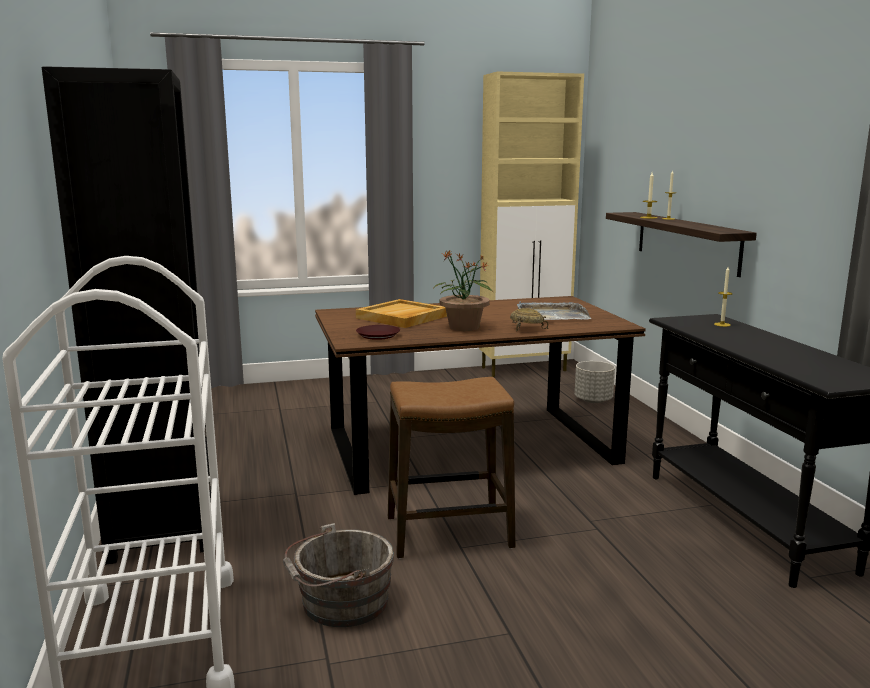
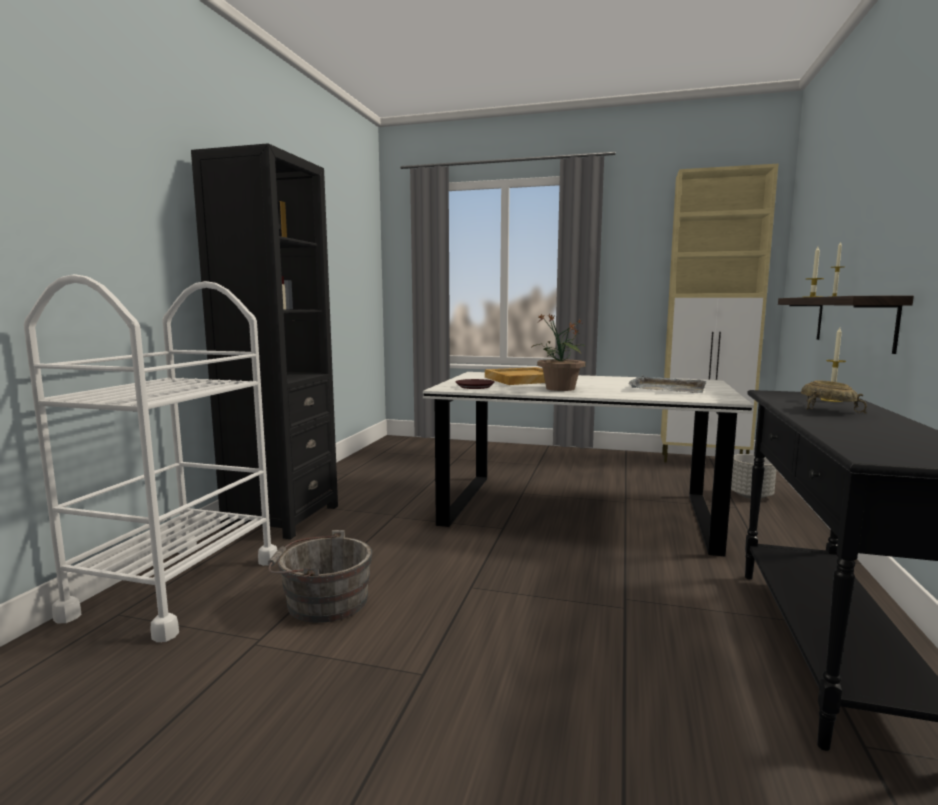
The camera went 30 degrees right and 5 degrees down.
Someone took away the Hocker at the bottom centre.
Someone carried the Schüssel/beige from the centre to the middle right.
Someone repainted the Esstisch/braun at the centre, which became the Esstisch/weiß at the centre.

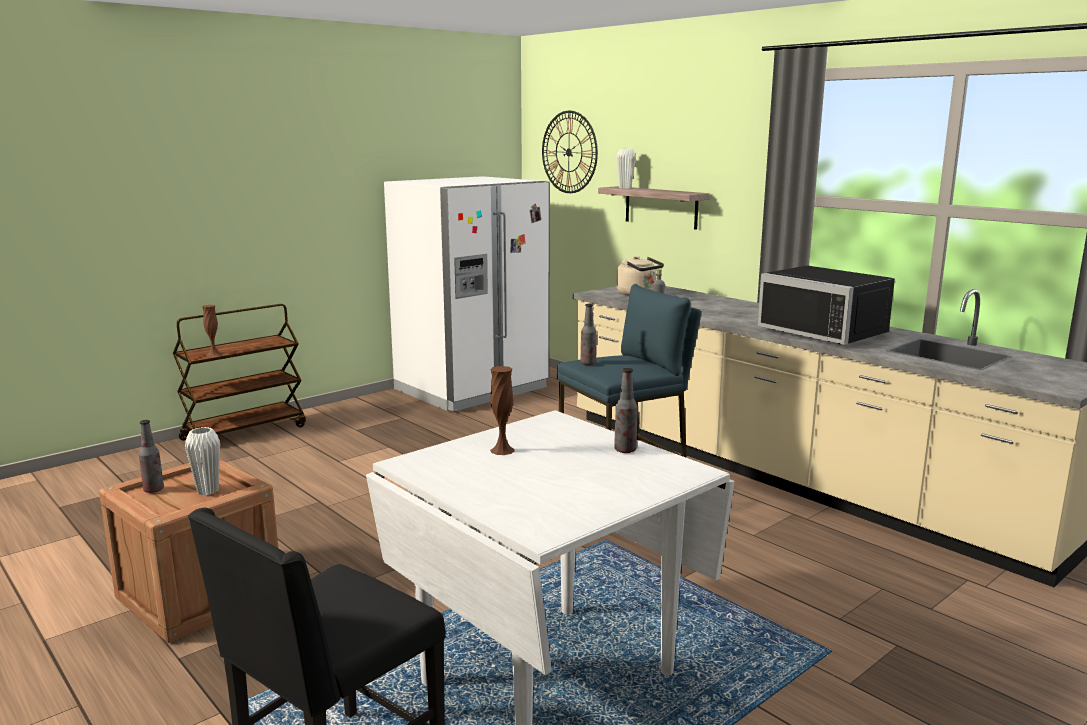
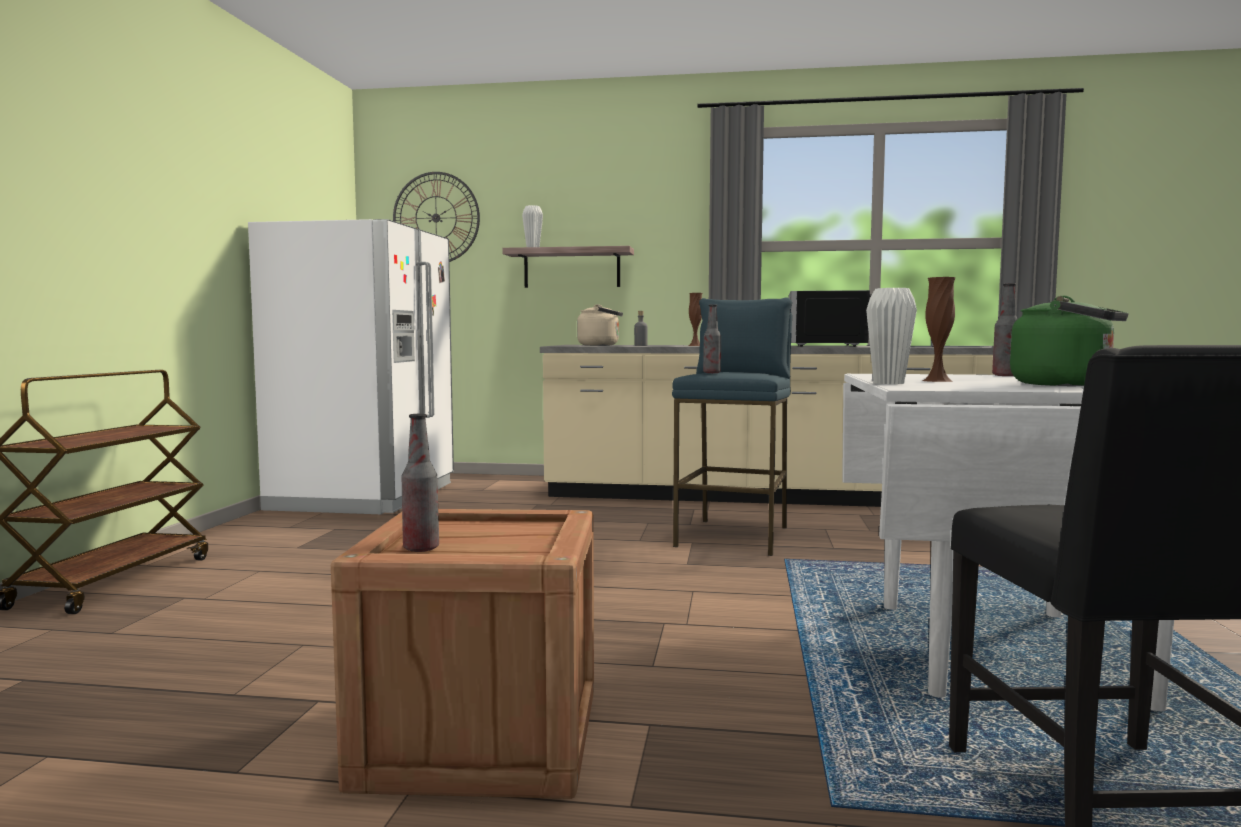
The camera went 40 degrees left and 10 degrees down.
Someone put down the Wasserkessel/grün at the middle right.
Someone carried the Vase/weiß (no. 1 from left in the first image) from the middle left to the middle right.
Someone carried the Vase/braun (no. 1 from left) from the middle left to the centre.
Someone rotated the Mikrowelle/schwarz at the middle right by 90 degrees clockwise.

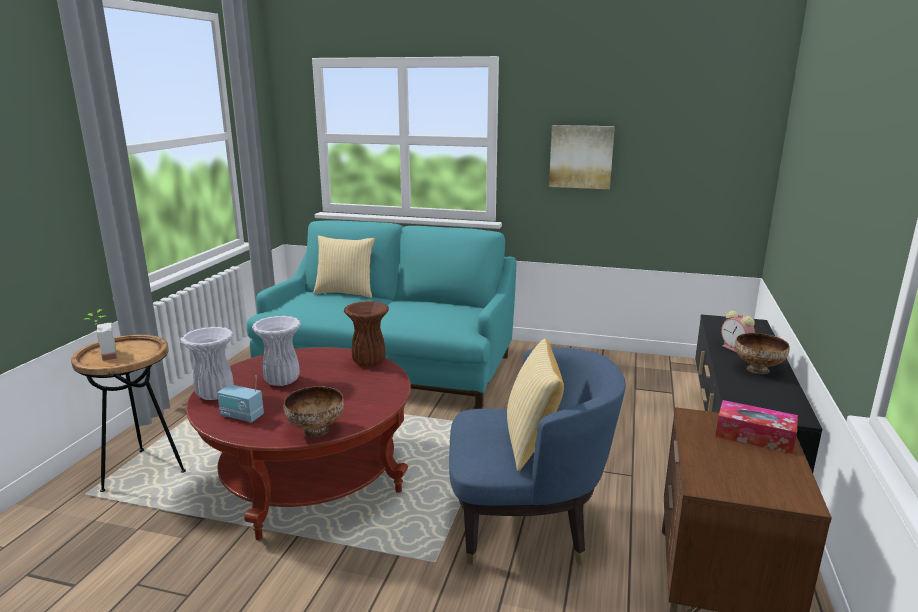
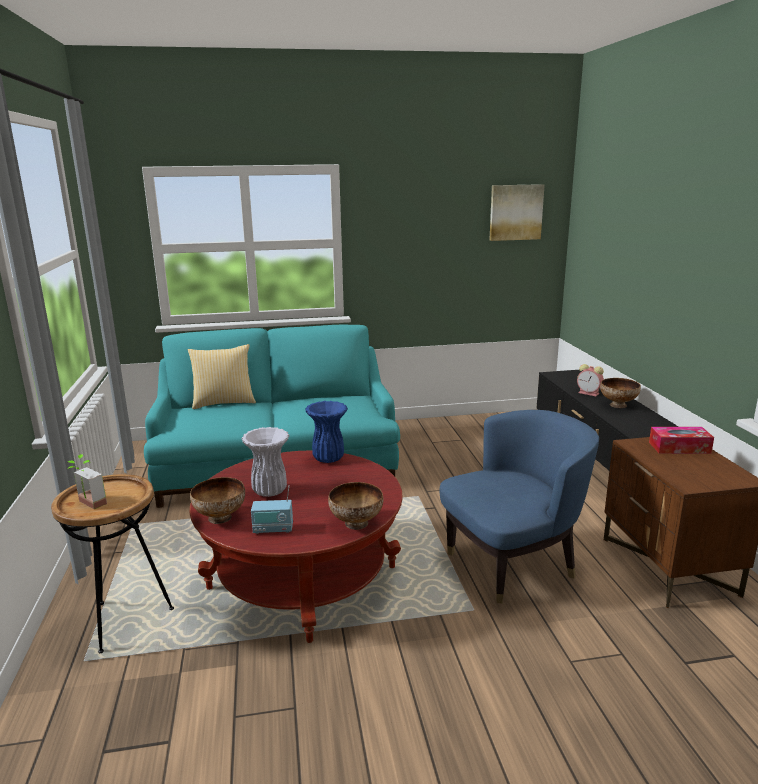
The camera went 25 degrees left and 0 degrees up.
Someone took away the Kissen (no. 2 from left) at the centre.
Someone carried the Bild from the top centre to the top right.
Someone swapped the Vase/weiß (no. 1 from left) at the middle left for the Schüssel (no. 1 from left) at the middle left.
Someone repainted the Vase/braun at the centre, which became the Vase/blau at the centre.

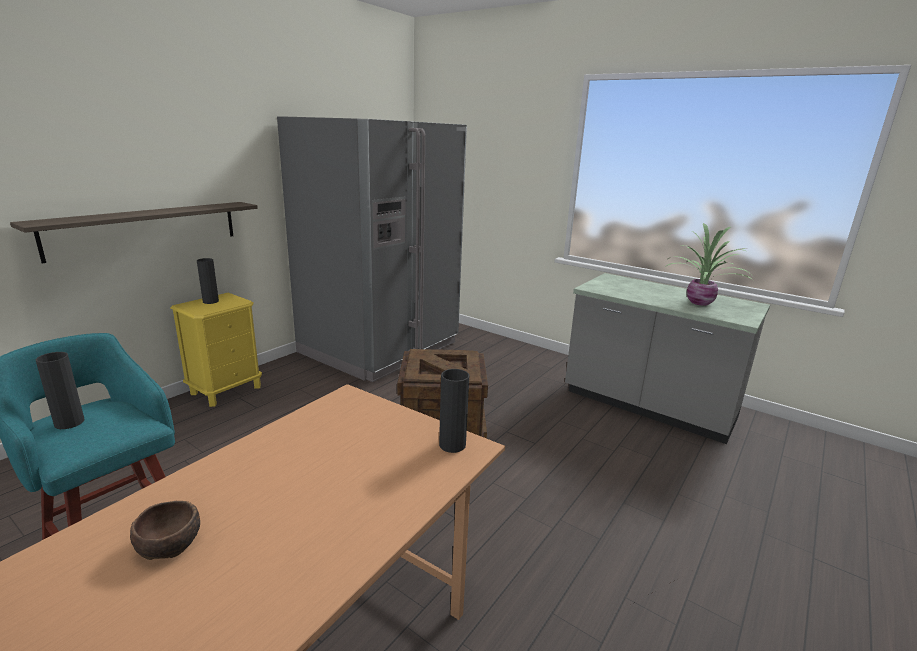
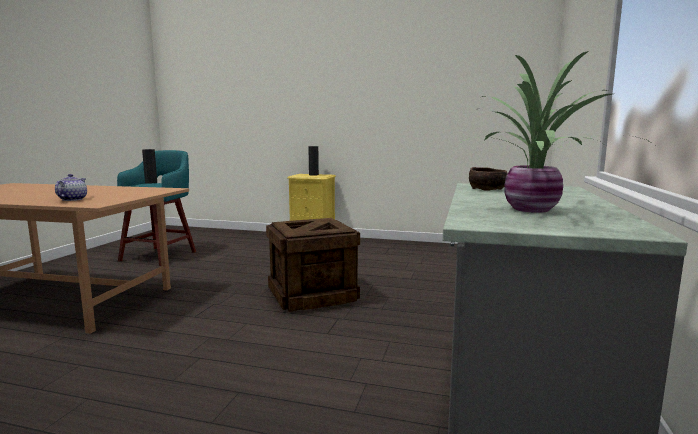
The camera went 70 degrees right and 10 degrees down.
Someone took away the Wandregal at the middle left.
Someone took away the Kühlschrank/grau at the centre.
Someone took away the Vase/schwarz (no. 3 from left) at the centre.
Someone put down the Teekanne at the middle left.
Someone carried the Schüssel/braun from the bottom left to the middle right.

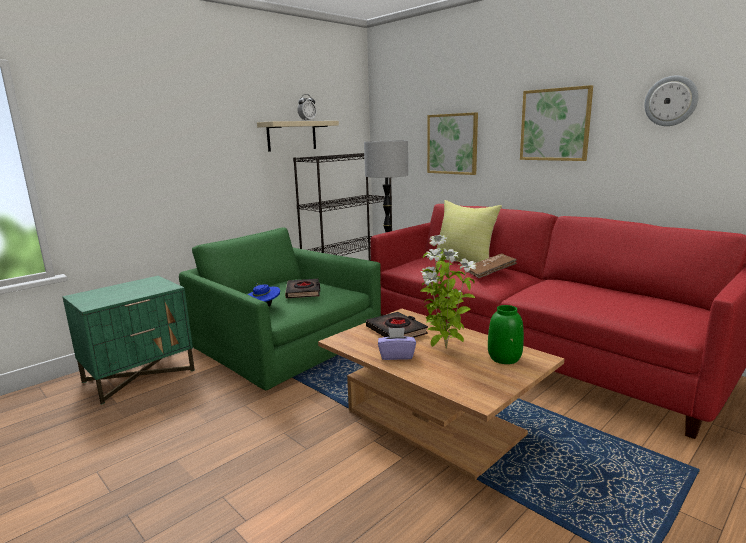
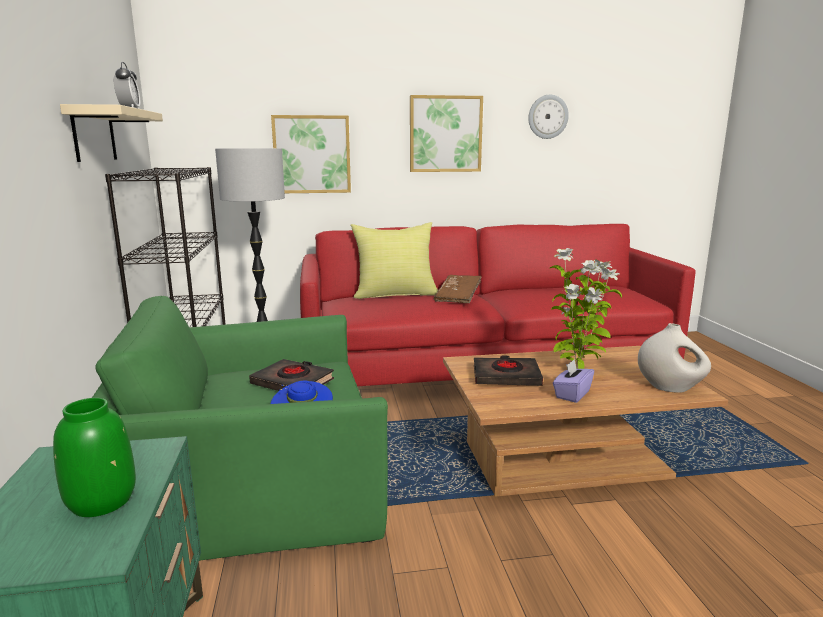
The camera went 55 degrees left and 0 degrees up.
Someone put down the Vase/weiß at the middle right.
Someone carried the Vase/grün from the middle right to the bottom left.

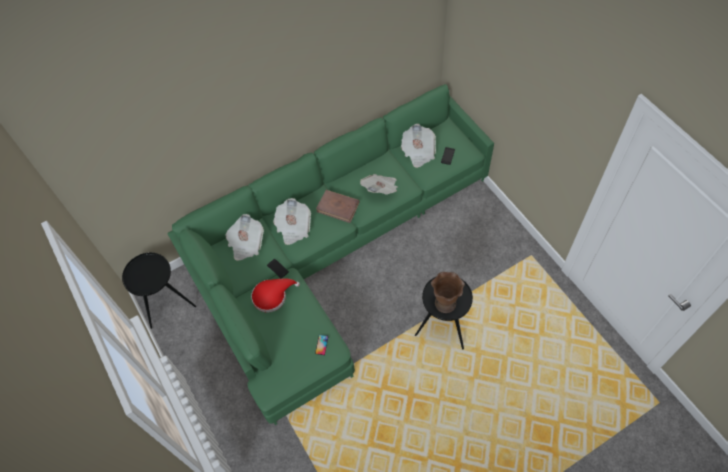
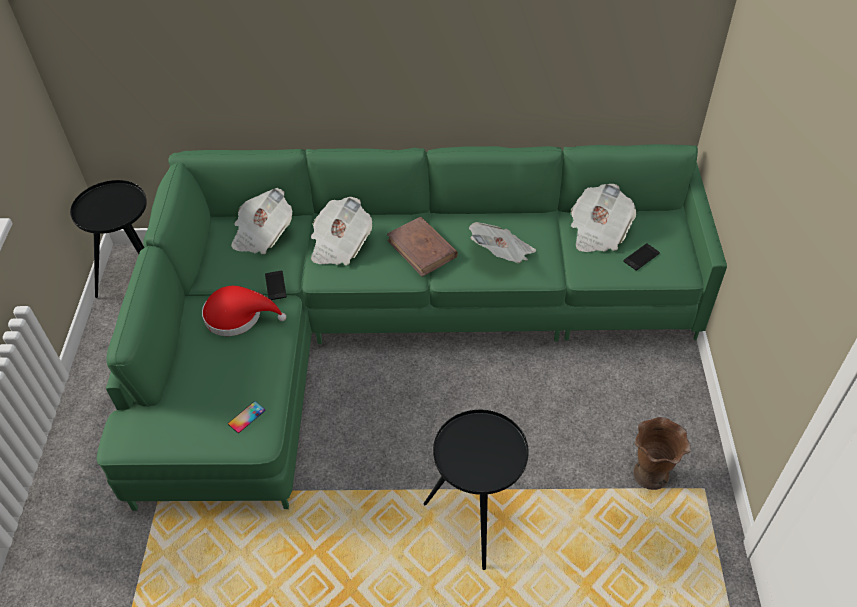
The camera went 30 degrees right and 10 degrees down.
Someone carried the Vase/braun from the centre to the bottom right.

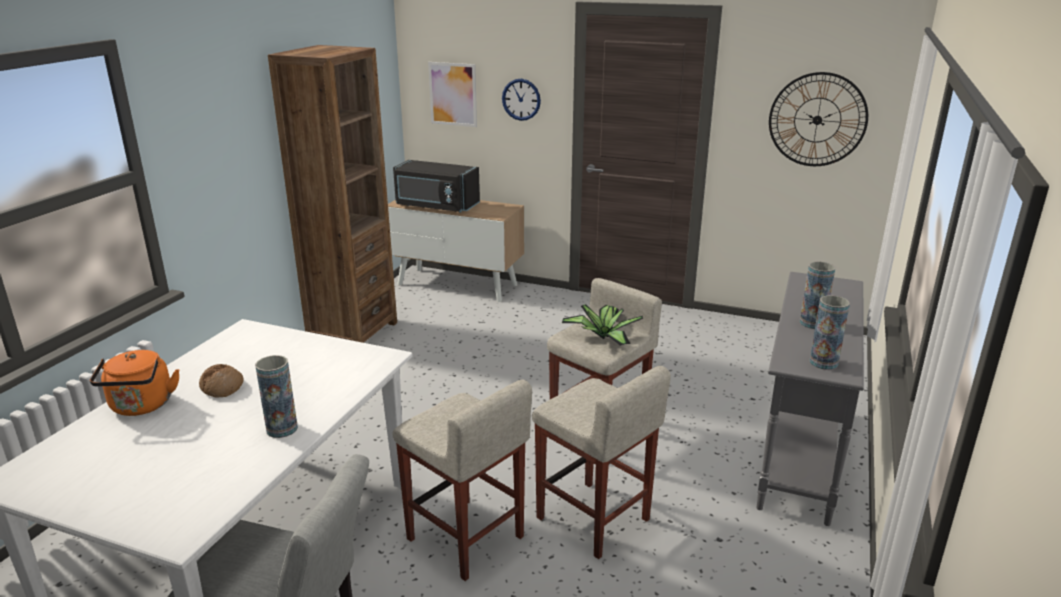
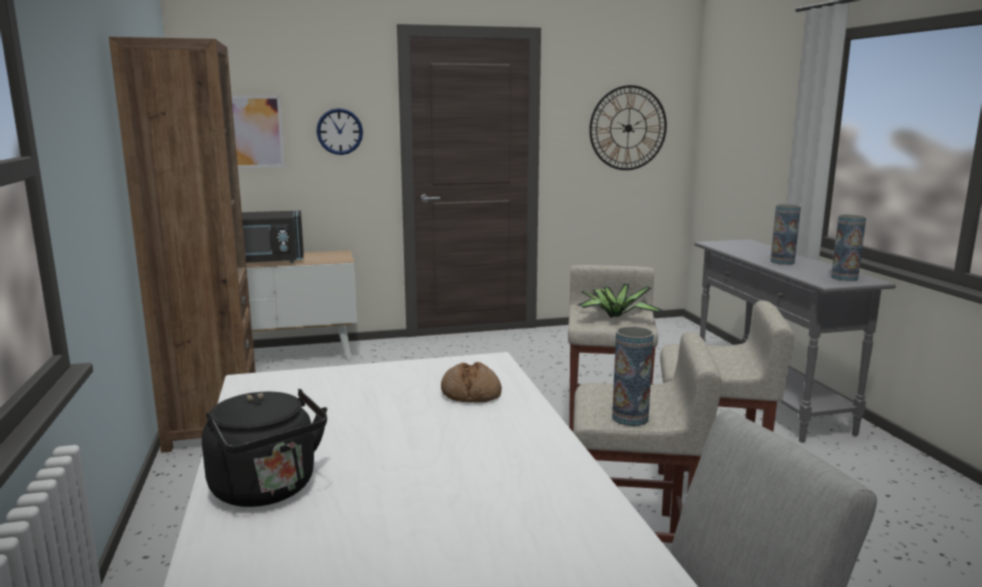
The camera went 35 degrees left and 10 degrees down.
Someone carried the Brot from the middle left to the centre.
Someone carried the Vase (no. 1 from left) from the middle left to the centre.
Someone repainted the Wasserkessel/orange at the middle left, which became the Wasserkessel/schwarz at the bottom left.

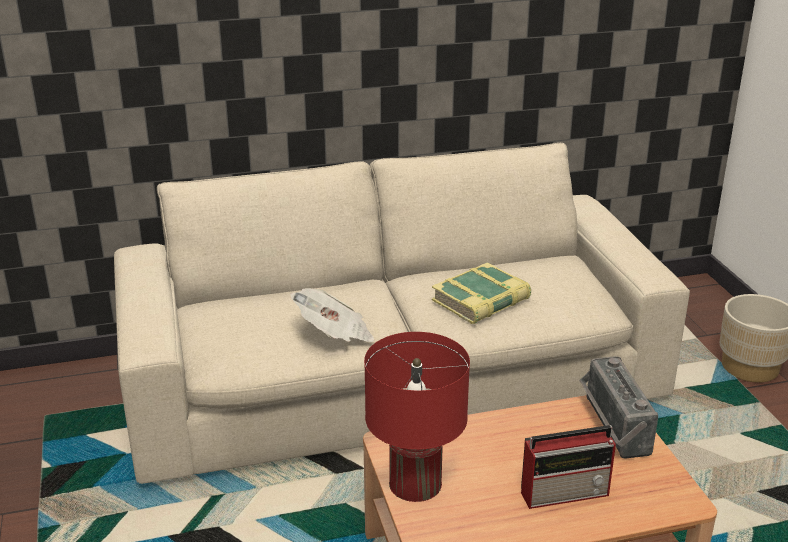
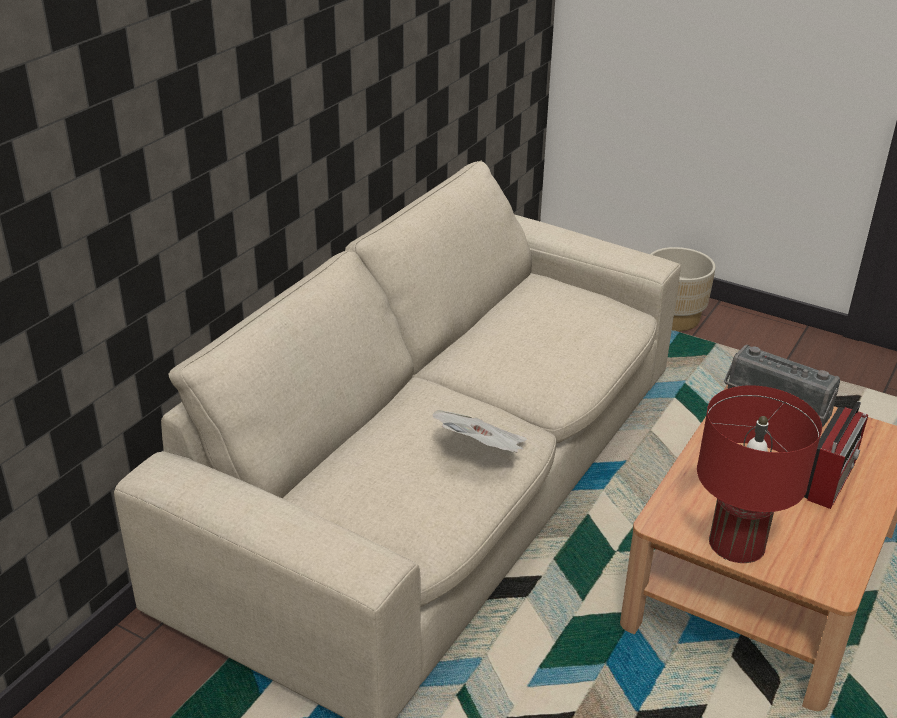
The camera went 45 degrees left and 5 degrees up.
Someone took away the Buch at the centre.

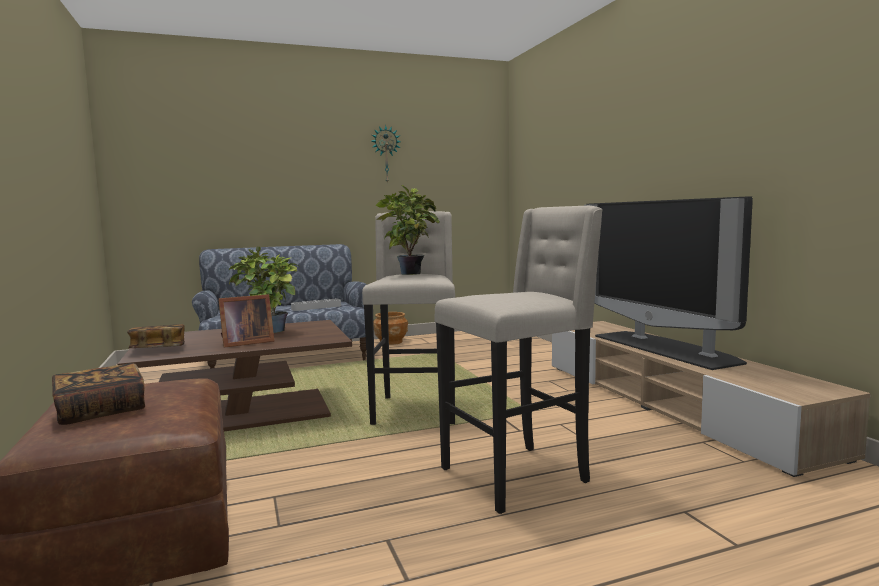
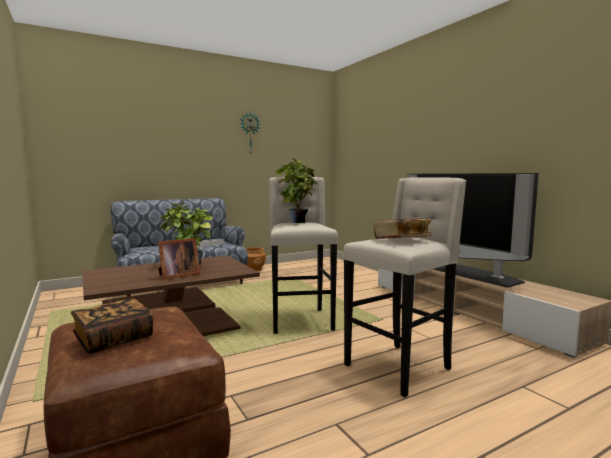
The camera went 10 degrees left and 0 degrees up.
Someone carried the Buch (no. 2 from left) from the middle left to the centre.

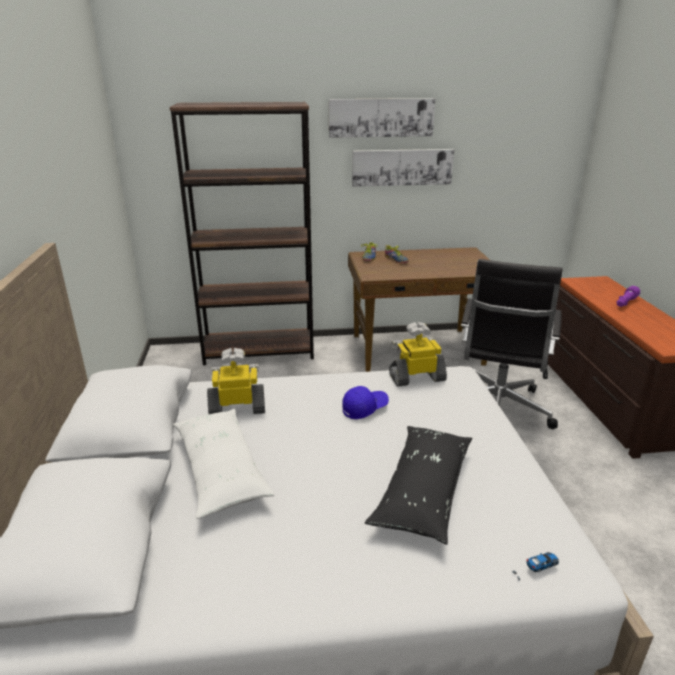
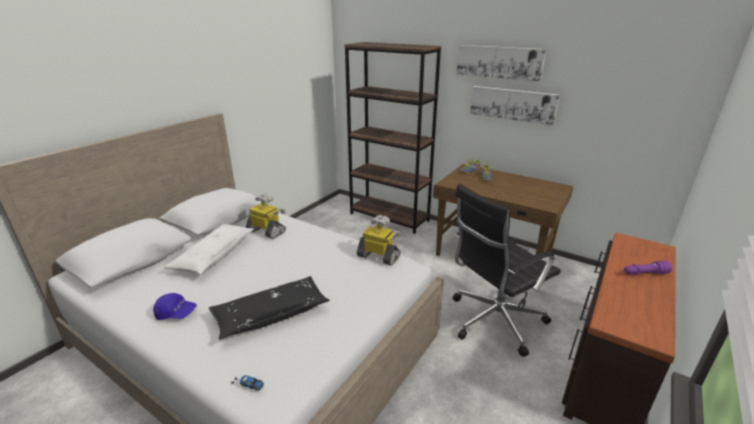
The camera went 40 degrees right and 0 degrees up.
Someone carried the Kappe/blau from the centre to the bottom left.

